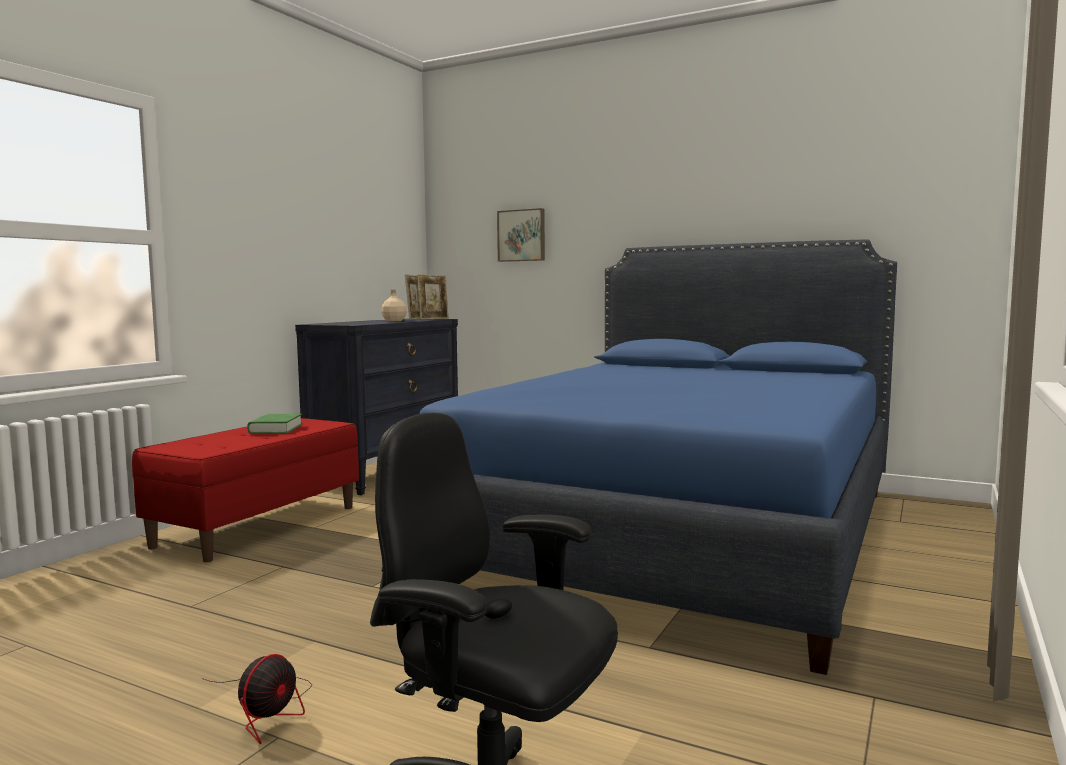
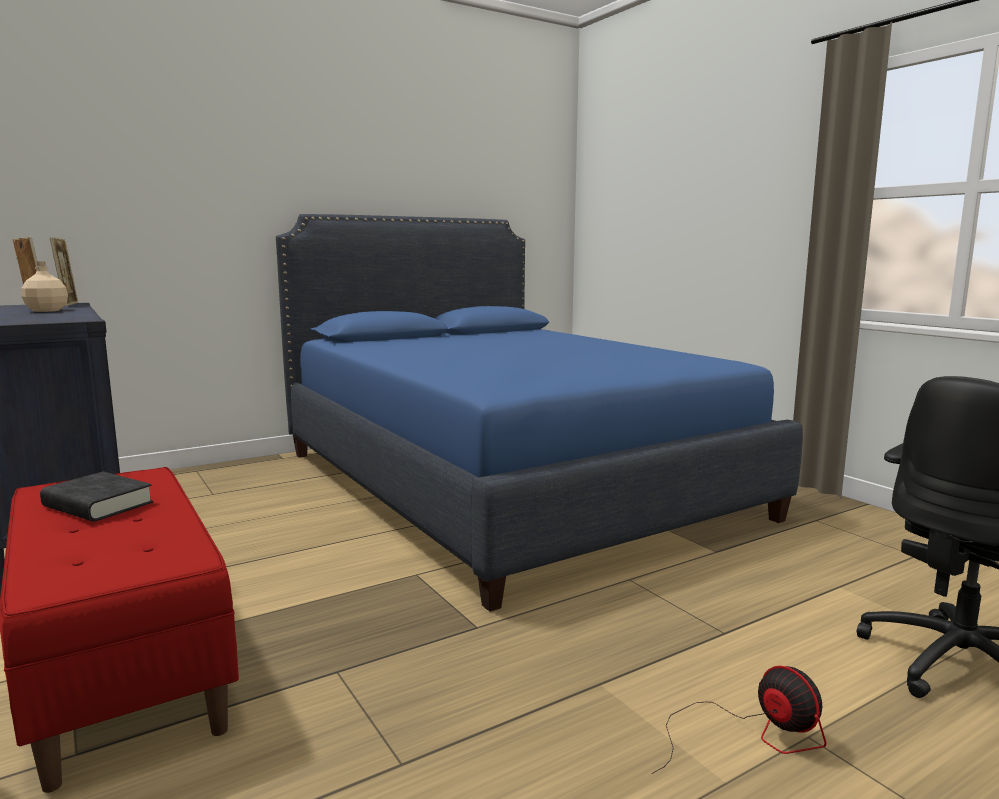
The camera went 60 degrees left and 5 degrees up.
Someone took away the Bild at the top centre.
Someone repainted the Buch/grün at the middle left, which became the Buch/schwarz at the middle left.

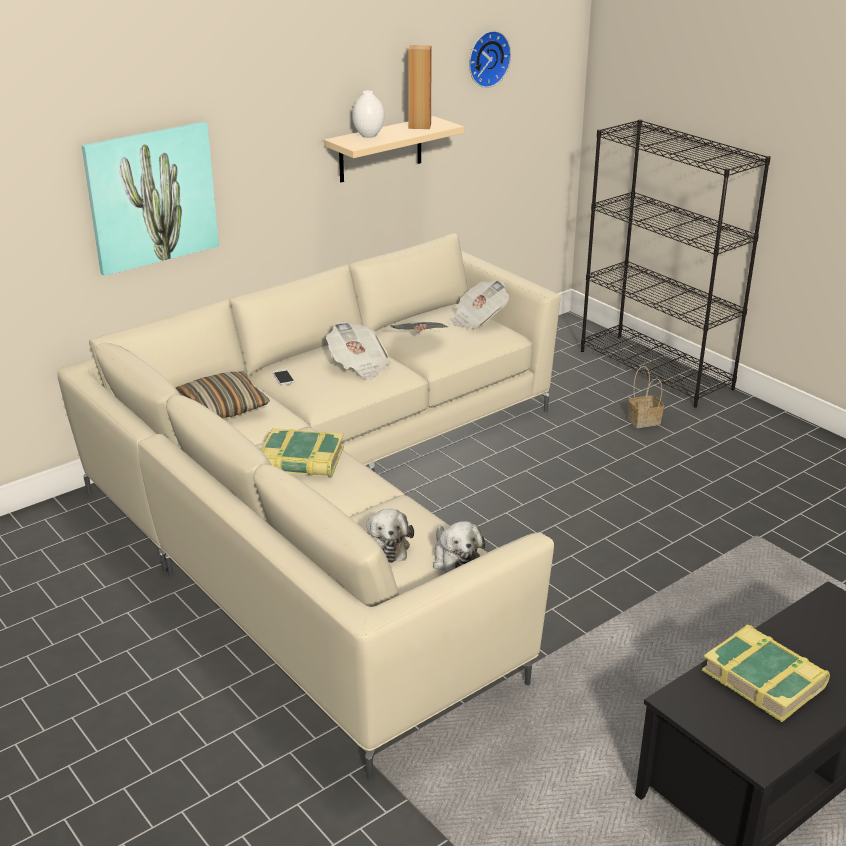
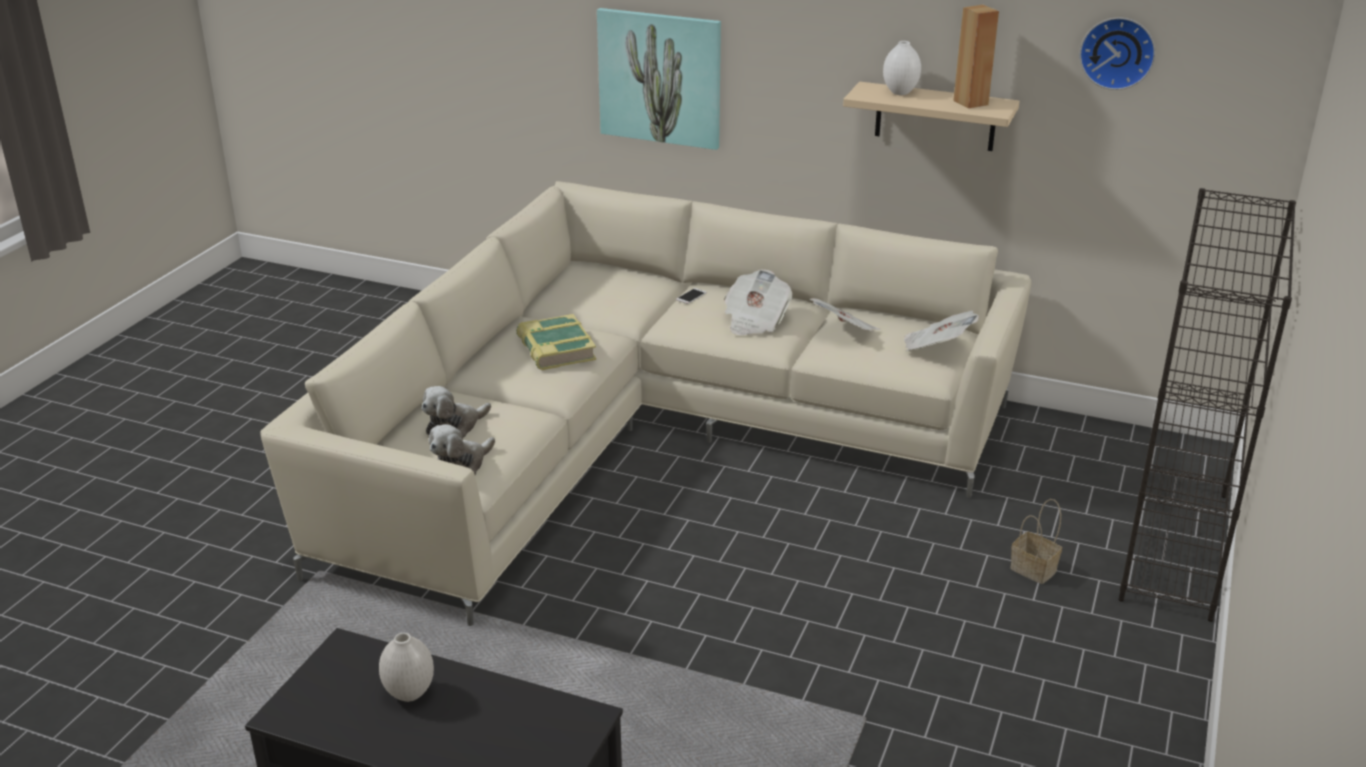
The camera went 60 degrees right and 0 degrees up.
Someone took away the Kissen at the middle left.
Someone swapped the Buch (no. 2 from left) at the bottom right for the Vase/weiß (no. 1 from left) at the bottom left.

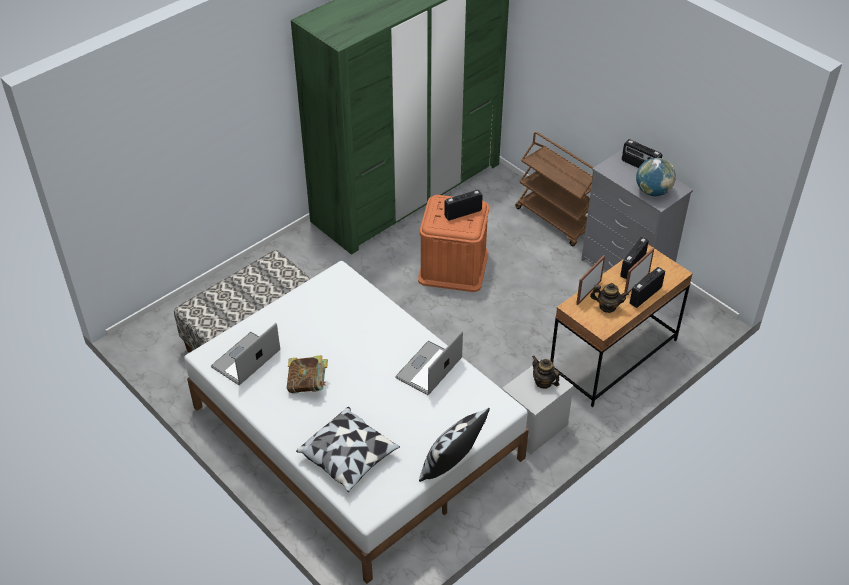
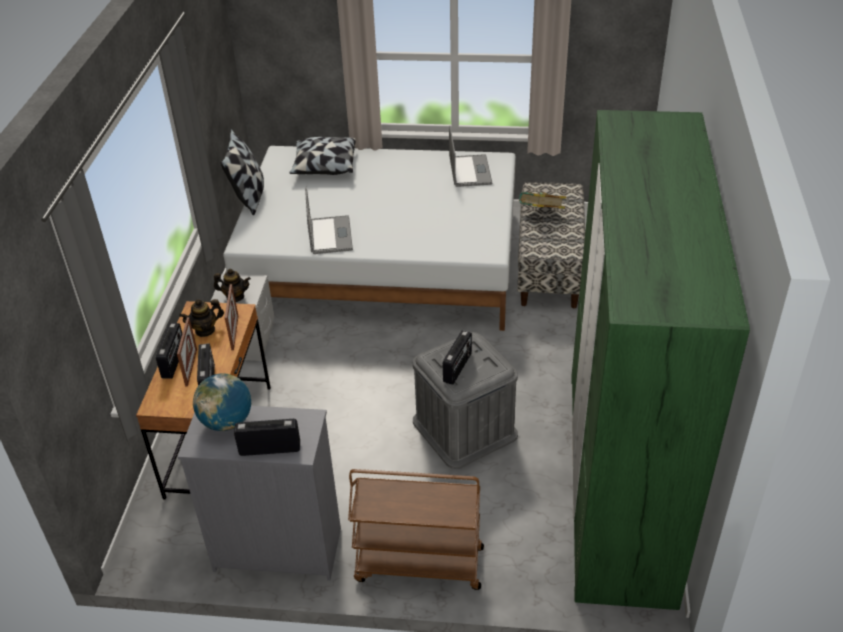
The camera went 140 degrees right and 5 degrees down.
Someone carried the Buch from the centre to the top centre.
Someone repainted the Aufbewahrungsbox/orange at the centre, which became the Aufbewahrungsbox/grau at the centre.

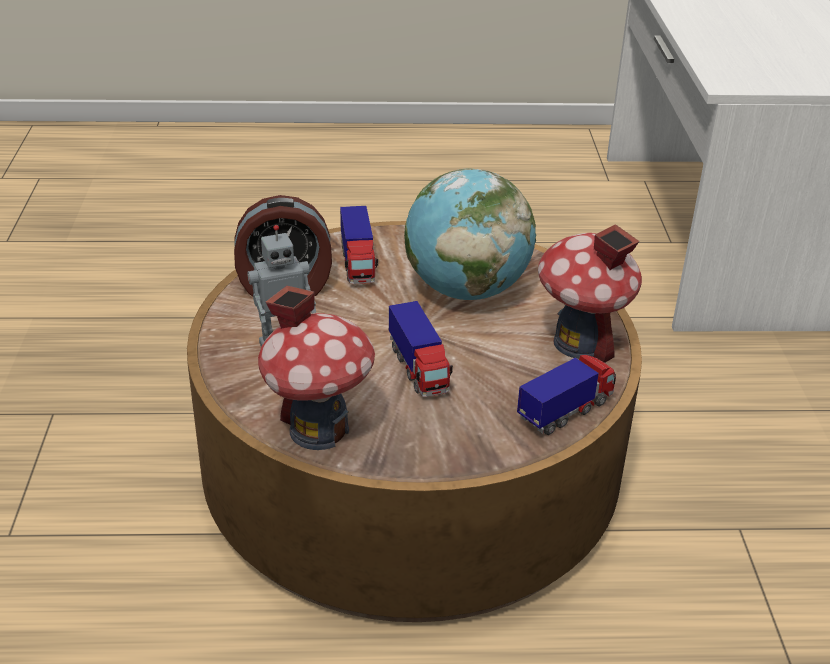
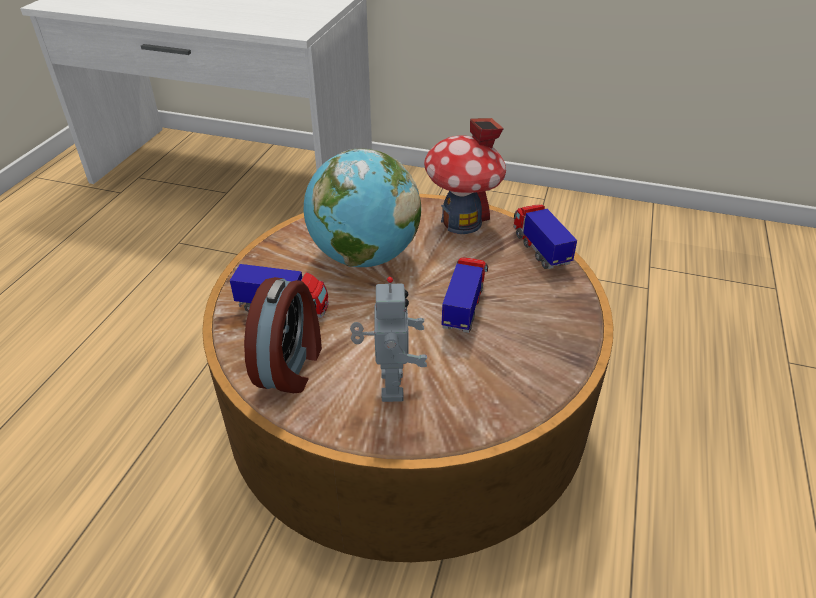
The camera went 70 degrees left and 5 degrees up.
Someone took away the Spielzeughaus (no. 1 from left) at the centre.
Someone rotated the Spielzeuglaster (no. 2 from left) at the centre by 75 degrees counterclockwise.

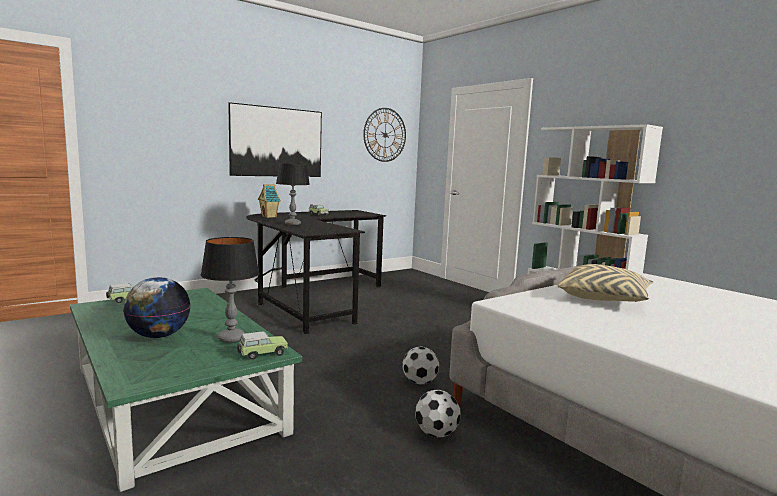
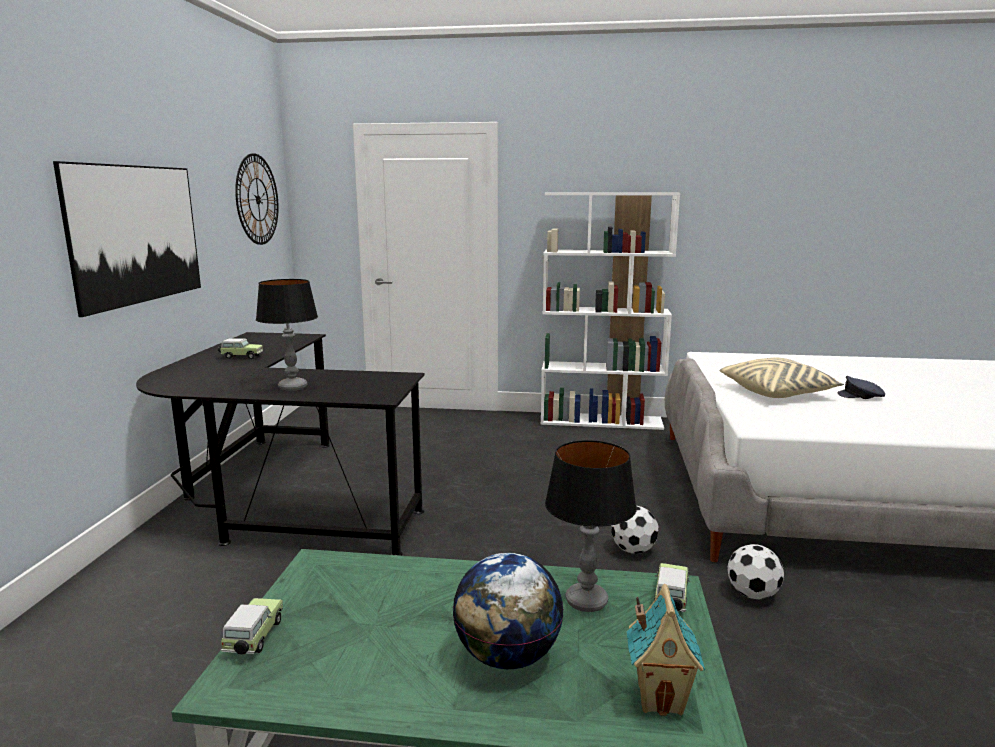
The camera went 45 degrees left and 5 degrees up.
Someone put down the Kappe/grau at the middle right.
Someone carried the Spielzeughaus from the centre to the bottom right.

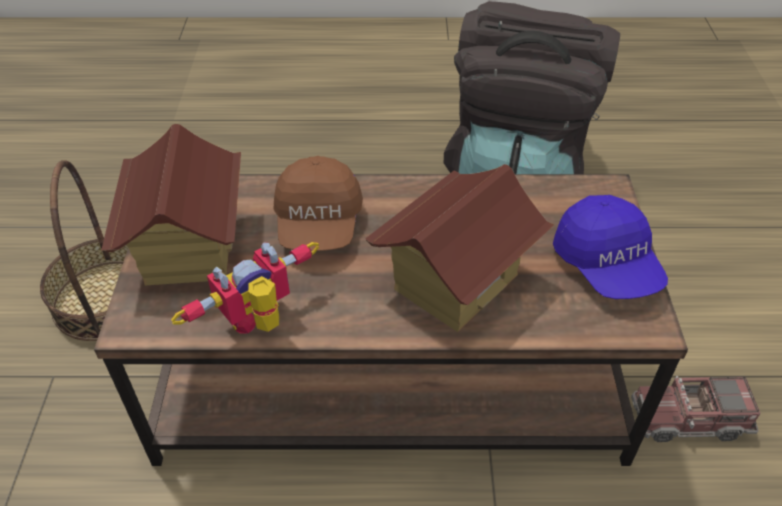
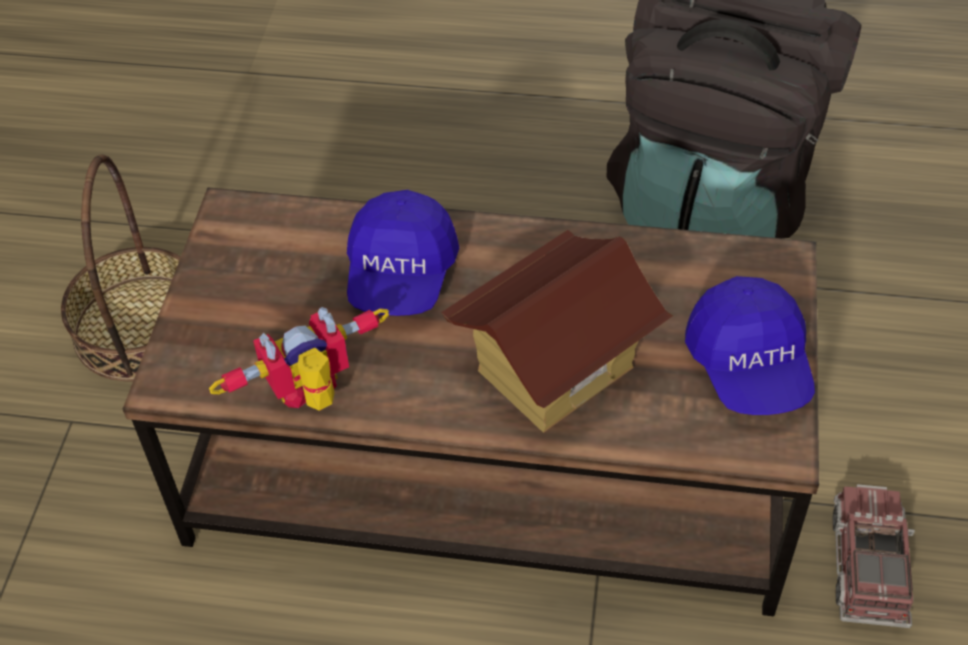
The camera went 10 degrees right and 5 degrees up.
Someone took away the Spielzeughaus (no. 1 from left) at the middle left.
Someone repainted the Kappe/braun at the centre, which became the Kappe/blau (no. 1 from left) at the centre.
Someone rotated the Spielzeuglaster at the bottom right by 90 degrees clockwise.

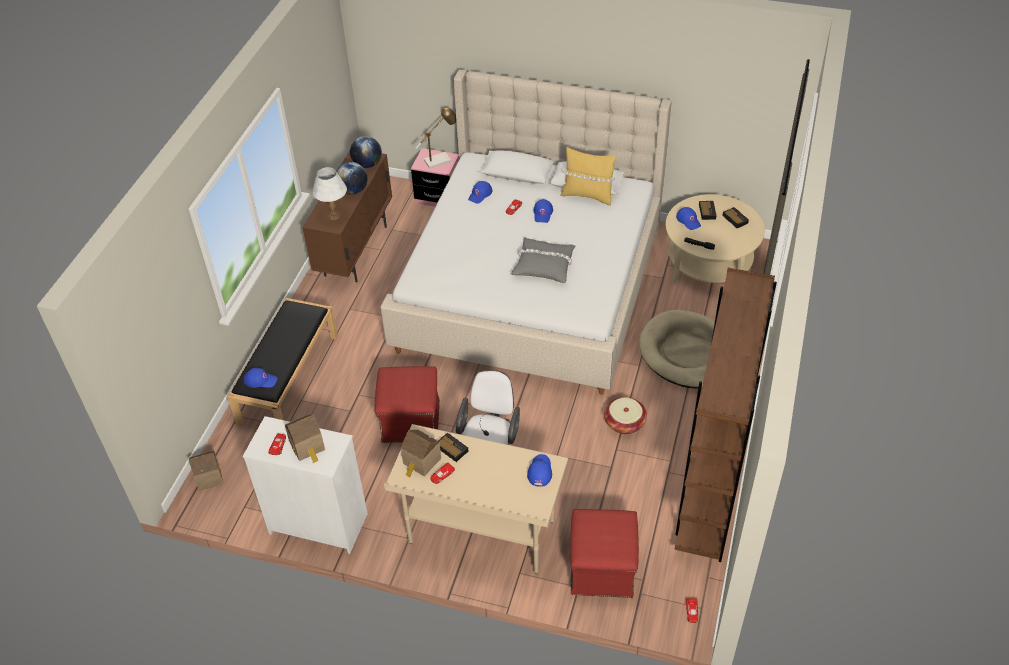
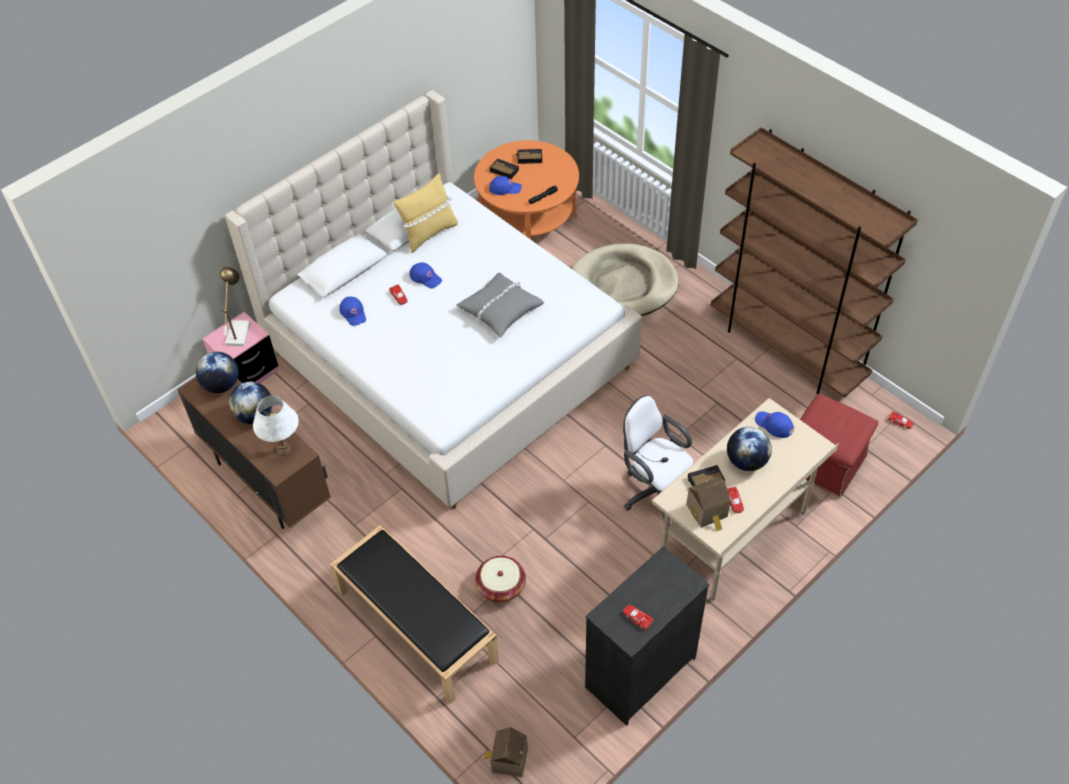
The camera went 60 degrees left and 5 degrees up.
Someone took away the Kappe/blau (no. 1 from left) at the middle left.
Someone took away the Spielzeughaus (no. 2 from left) at the middle left.
Someone took away the Polsterhocker/rot (no. 1 from left) at the centre.
Someone put down the Globus (no. 3 from left) at the middle right.
Someone carried the Korb from the centre to the bottom centre.
Someone repainted the Kommode/weiß at the bottom left, which became the Kommode/schwarz at the bottom centre.
Someone repainted the Couchtisch/beige at the middle right, which became the Couchtisch/orange at the top centre.

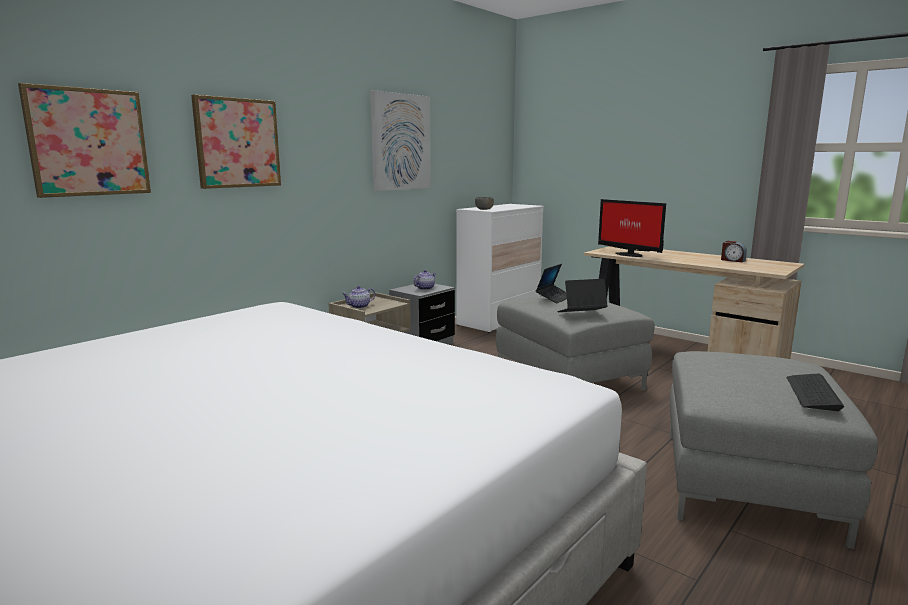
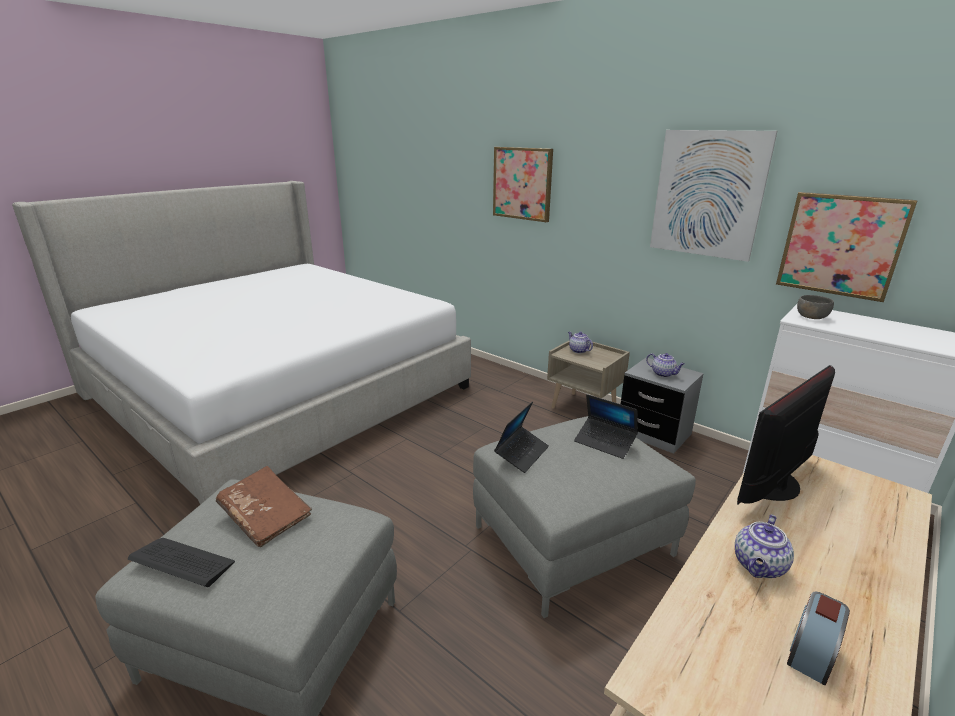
The camera went 90 degrees right and 10 degrees up.
Someone put down the Buch/braun at the bottom left.
Someone put down the Teekanne (no. 3 from left) at the bottom right.
Someone carried the Bild (no. 1 from left in the first image) from the top left to the middle right.
Someone rotated the Laptop (no. 2 from left in the first image) at the centre by 45 degrees clockwise.

